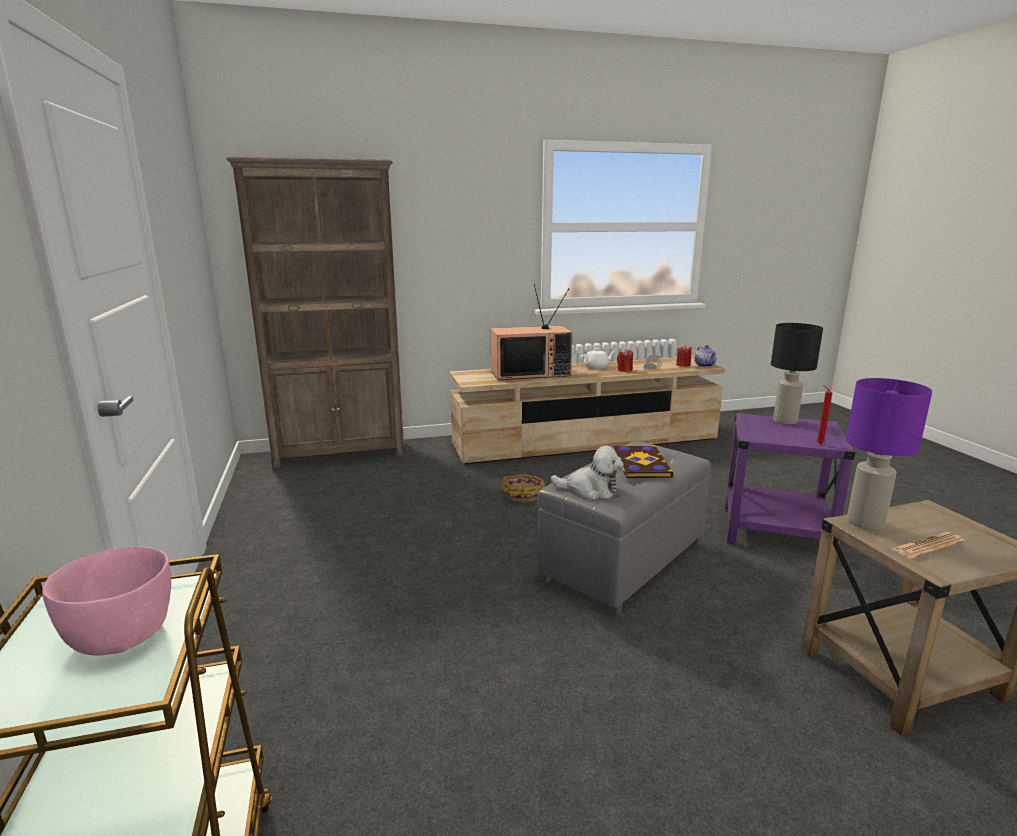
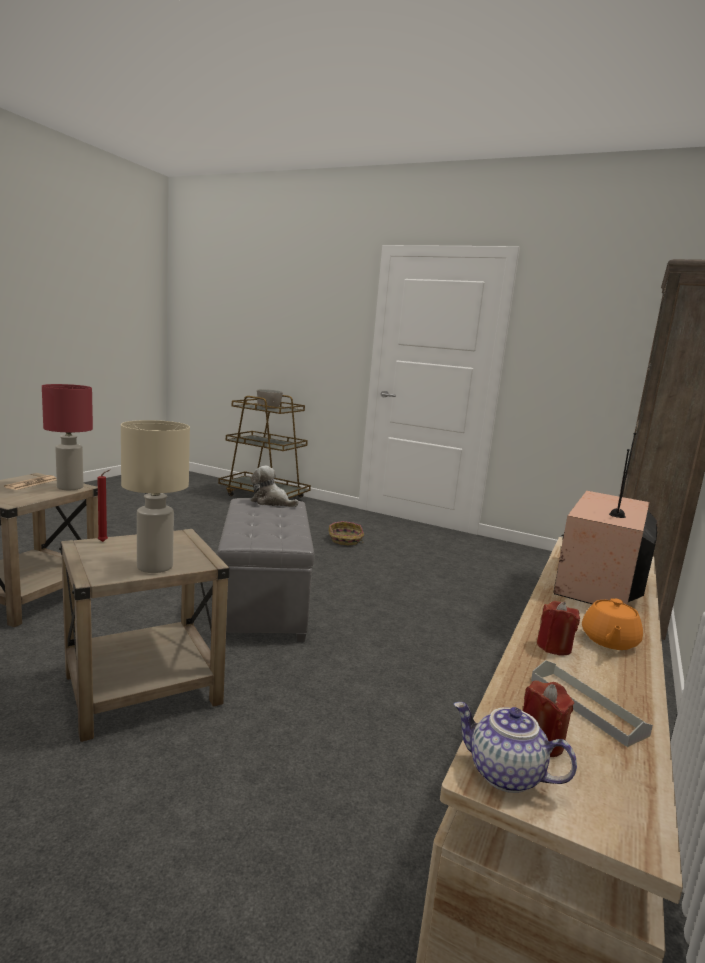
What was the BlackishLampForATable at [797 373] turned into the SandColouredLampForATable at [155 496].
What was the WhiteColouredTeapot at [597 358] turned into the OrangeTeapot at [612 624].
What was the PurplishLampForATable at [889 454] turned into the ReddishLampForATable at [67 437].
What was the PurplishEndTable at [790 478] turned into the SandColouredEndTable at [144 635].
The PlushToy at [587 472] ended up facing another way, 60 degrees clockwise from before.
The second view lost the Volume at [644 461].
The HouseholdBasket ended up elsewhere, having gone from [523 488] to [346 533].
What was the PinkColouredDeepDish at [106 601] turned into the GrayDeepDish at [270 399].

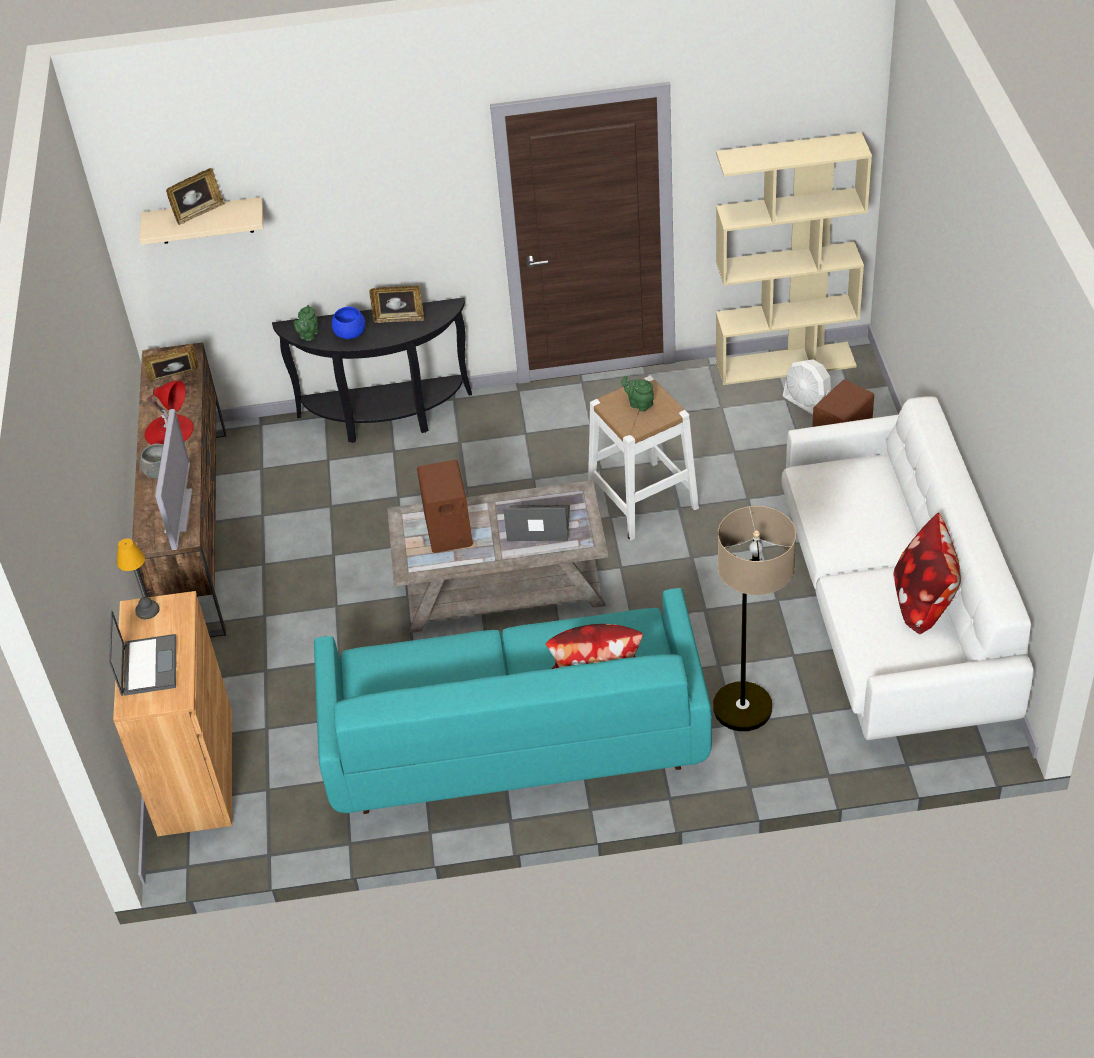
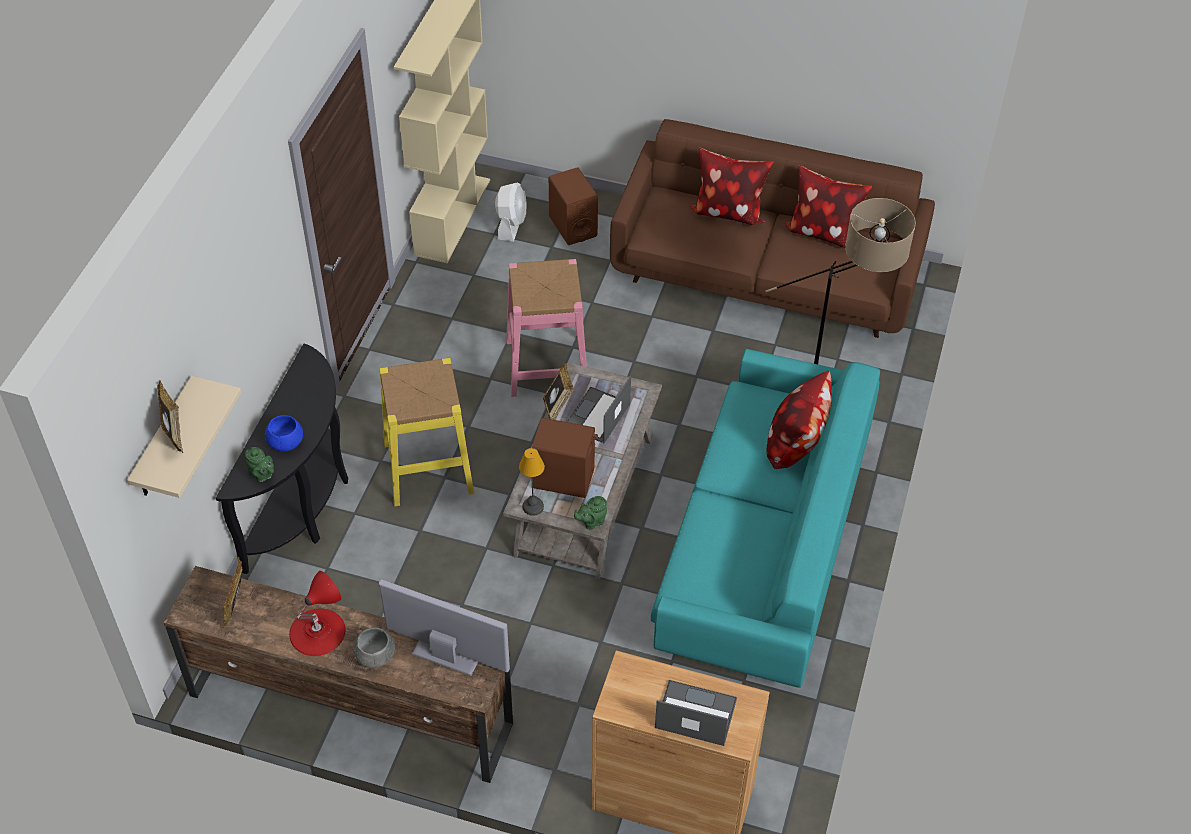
The PictureFrame ended up elsewhere, having gone from [396 304] to [559 391].
The WhiteColouredCoolingFan at [807 387] ended up facing another way, 60 degrees counterclockwise from before.
What was the WhiteColouredStool at [643 458] turned into the PinkColouredStool at [546 328].
The GreenTeapot ended up elsewhere, having gone from [638 393] to [590 512].
What was the WhiteColouredSofa at [907 568] turned into the BrownSofa at [772 228].
The LampForATable ended up elsewhere, having gone from [138 578] to [532 482].
The second view gained the Pillow at [731 186].
The second view gained the YellowStool at [426 432].

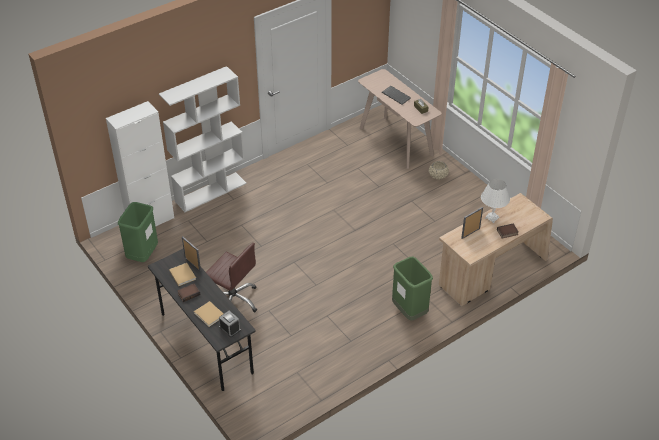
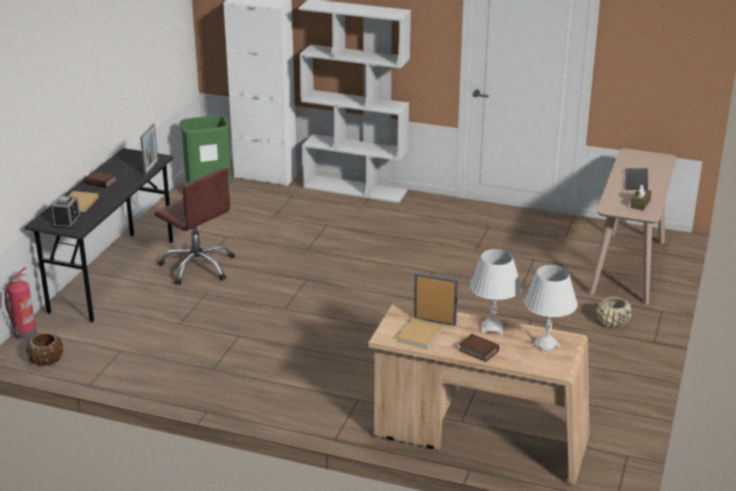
The BrownDeskChair at [231 277] ended up facing another way, 45 degrees counterclockwise from before.
The second view lost the GreenTrashCan at [412 288].
The SandColouredVolume ended up elsewhere, having gone from [182 274] to [420 333].
The second view gained the WhiteColouredLampForATable at [550 309].
The second view gained the FireFightingCylinder at [21 303].
The second view gained the BrownPlantPot at [44 349].

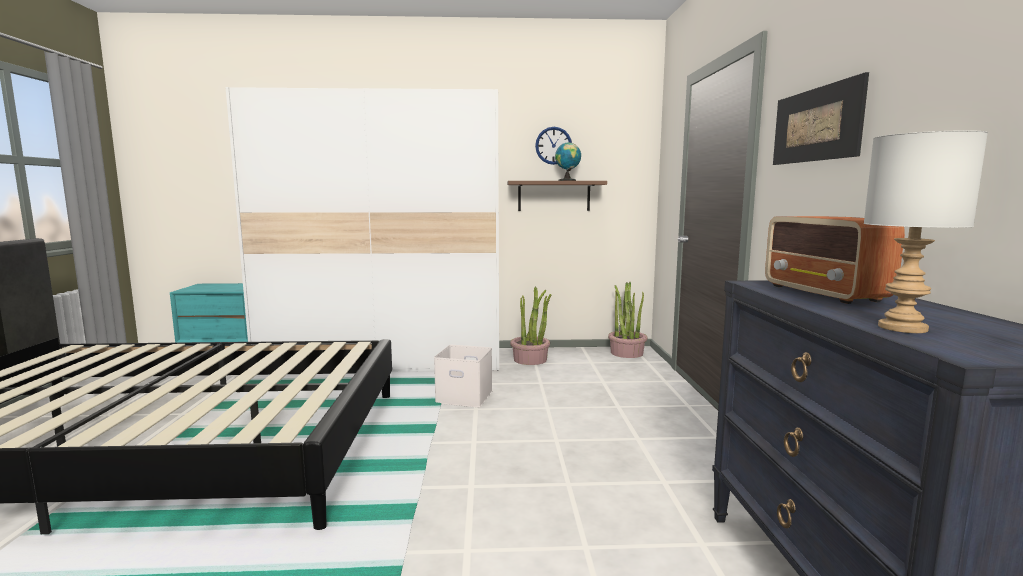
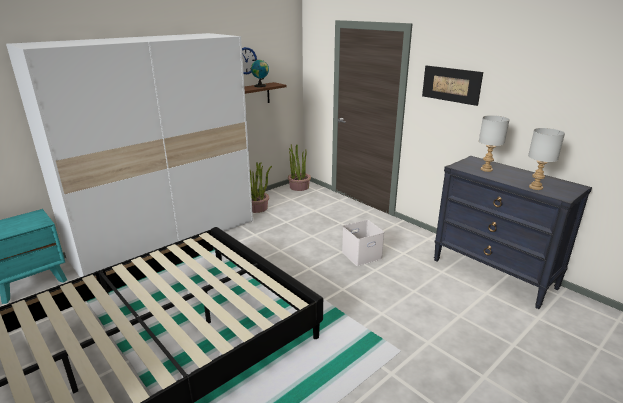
Where the RadioReceiver stood at [835 260], the GrayLampForATable came to stand at [494 143].
The WhiteColouredStorageContainer ended up elsewhere, having gone from [463 376] to [363 243].

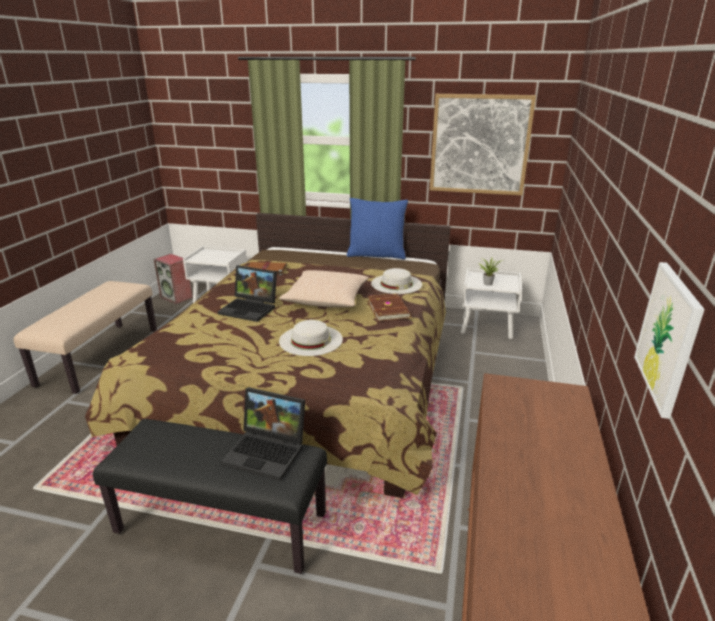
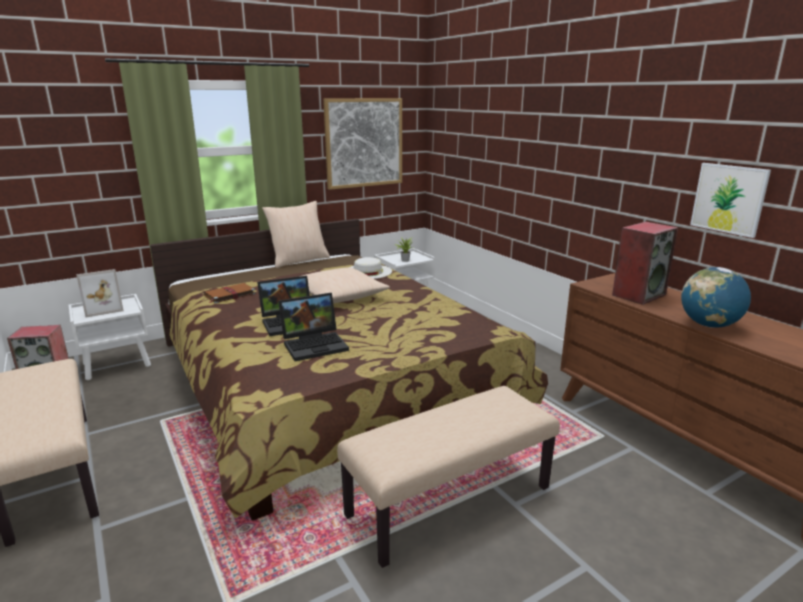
What was the BlueColouredPillow at [377 229] turned into the SandColouredPillow at [296 234].
The second view lost the BrownVolume at [389 307].
The second view lost the WhiteColouredWearableHat at [311 338].
The NotebookComputer ended up elsewhere, having gone from [263 434] to [313 327].
What was the BlackishLongSeat at [210 496] turned into the SandColouredLongSeat at [448 477].
The second view gained the AudioSpeaker at [645 263].
The second view gained the DeskGlobe at [716 297].
The second view gained the PictureFrame at [100 293].

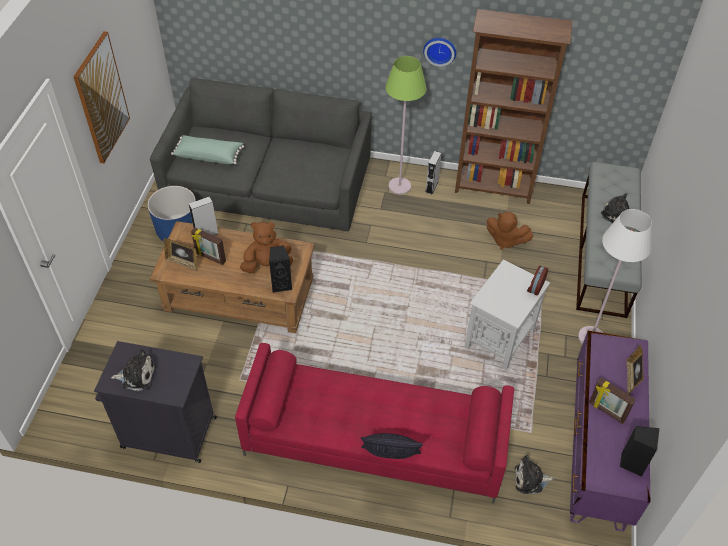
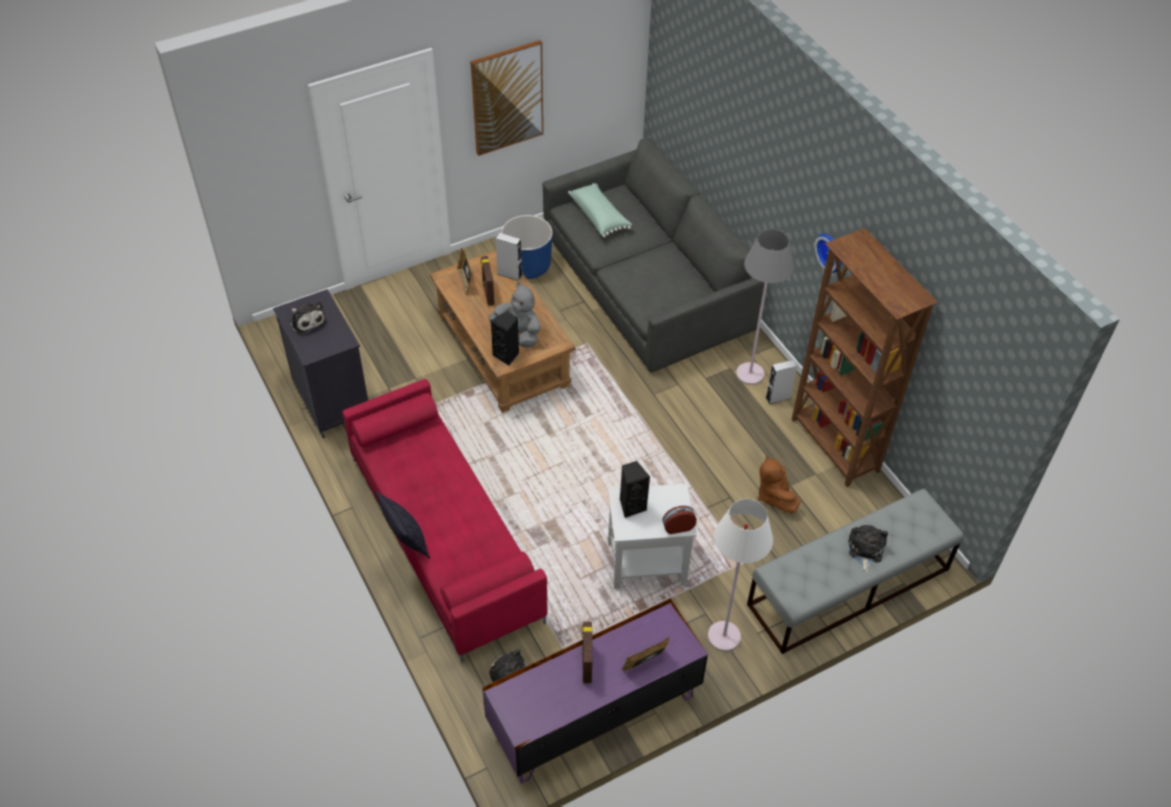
What was the GreenFloorLamp at [406 125] turned into the GrayFloorLamp at [765 307].
What was the BrownPlushToy at [266 247] turned into the GrayPlushToy at [515 315].
The BlackishAudioSpeaker ended up elsewhere, having gone from [640 451] to [635 489].

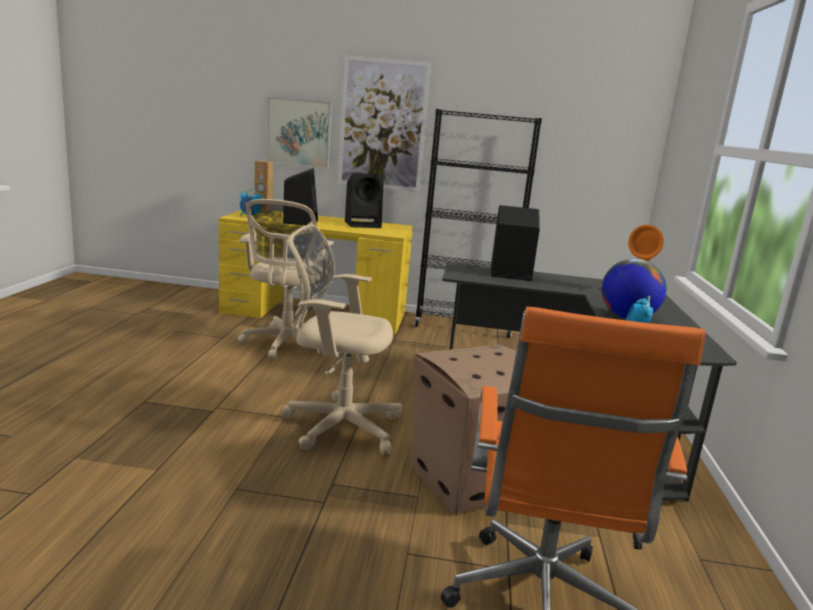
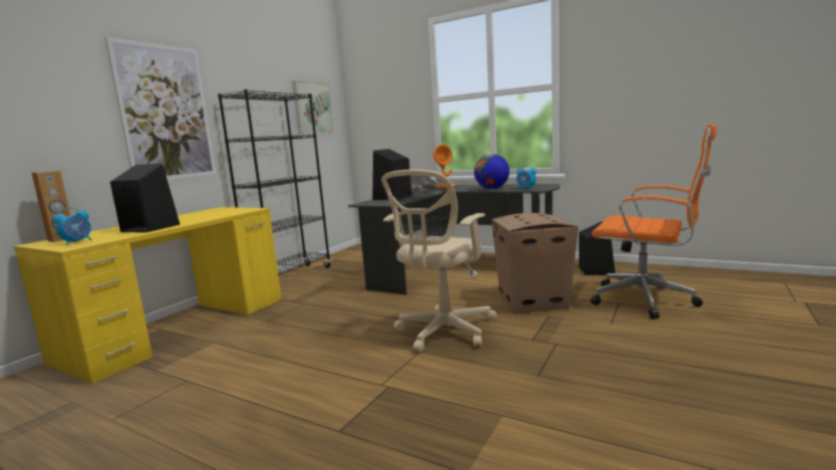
The WallArt ended up elsewhere, having gone from [299 133] to [313 107].
The BlackishAudioSpeaker ended up elsewhere, having gone from [364 200] to [597 248].
The second view lost the SandColouredDeskChair at [286 279].

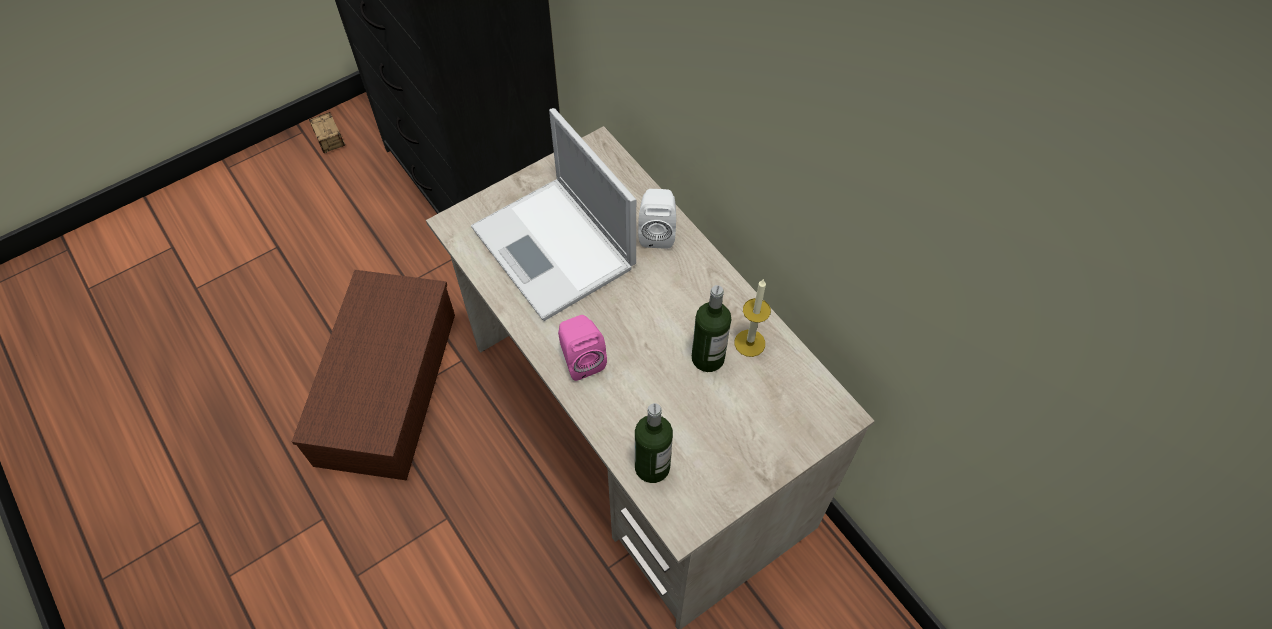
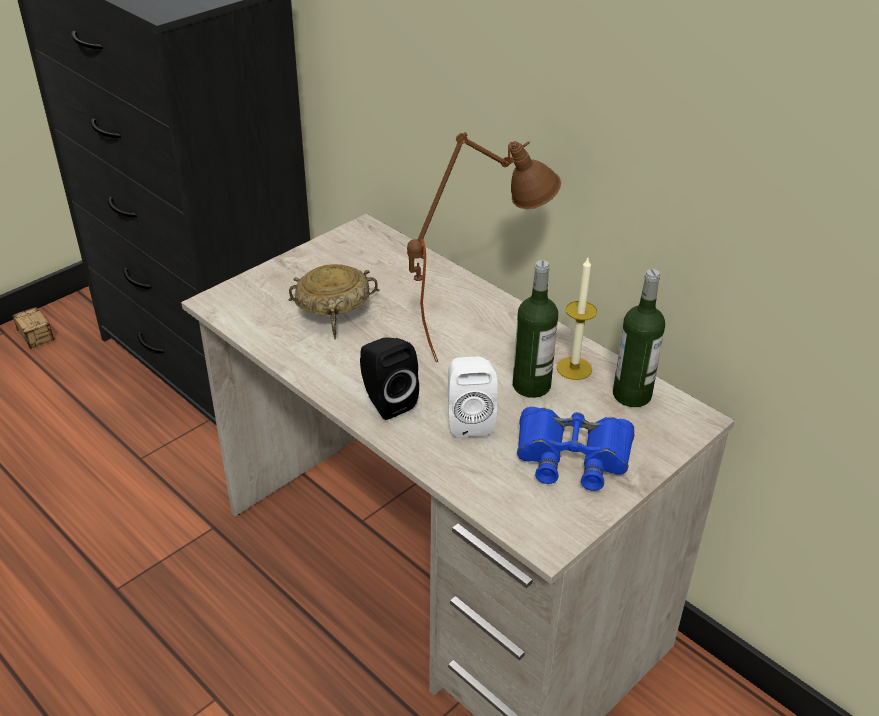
Where the NotebookComputer stood at [553 214], the SandColouredDeepDish came to stand at [334 302].
The WhiteColouredAudioSpeaker ended up elsewhere, having gone from [657 219] to [473 397].
The second view lost the BrownStorageContainer at [373 375].
What was the PinkColouredAudioSpeaker at [582 348] turned into the BlackishAudioSpeaker at [389 378].
The DrinkBottle ended up elsewhere, having gone from [654 443] to [639 338].
The second view gained the BrownLampForATable at [484 247].
The second view gained the BlueColouredPairOfBinoculars at [575 449].

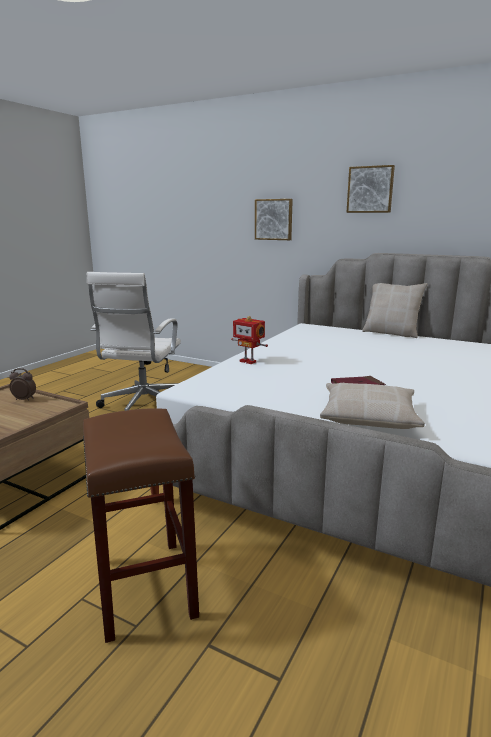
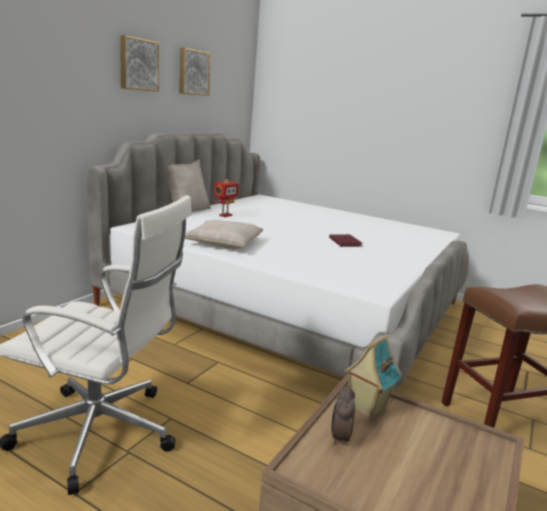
The WallArt ended up elsewhere, having gone from [274 219] to [195 71].
The ToyRobot ended up elsewhere, having gone from [249 340] to [226 198].
The SandColouredPillow ended up elsewhere, having gone from [372 406] to [223 234].
The second view gained the ToyHouse at [373 376].

